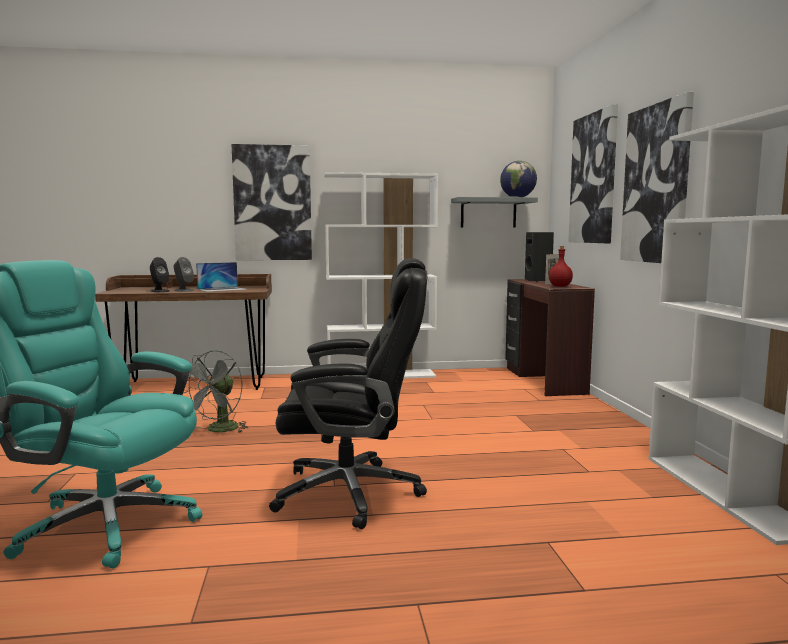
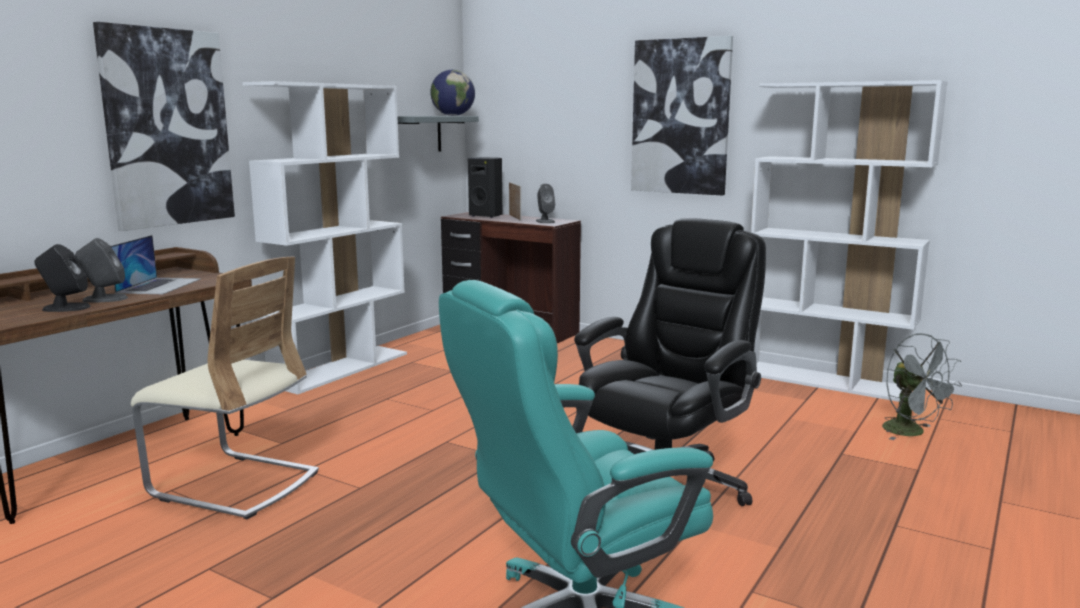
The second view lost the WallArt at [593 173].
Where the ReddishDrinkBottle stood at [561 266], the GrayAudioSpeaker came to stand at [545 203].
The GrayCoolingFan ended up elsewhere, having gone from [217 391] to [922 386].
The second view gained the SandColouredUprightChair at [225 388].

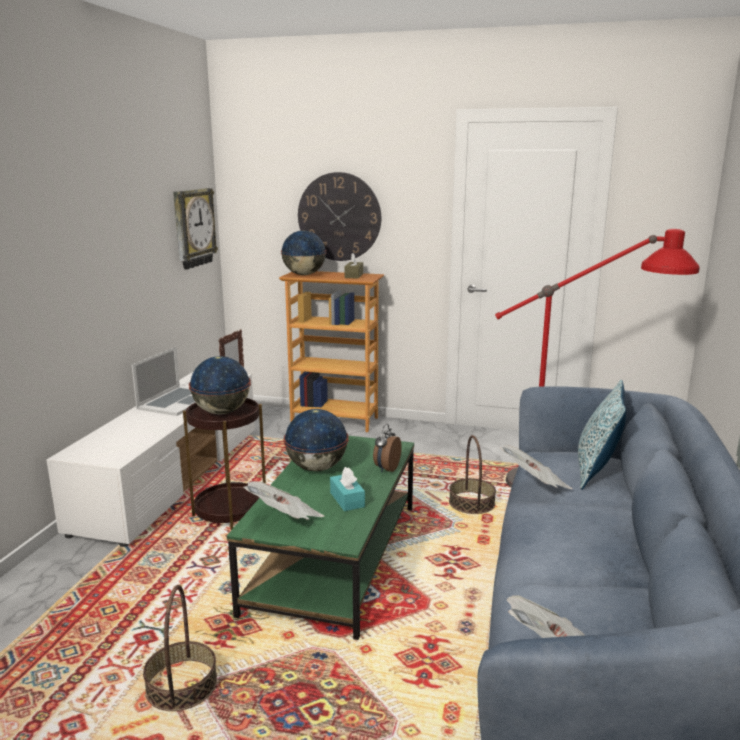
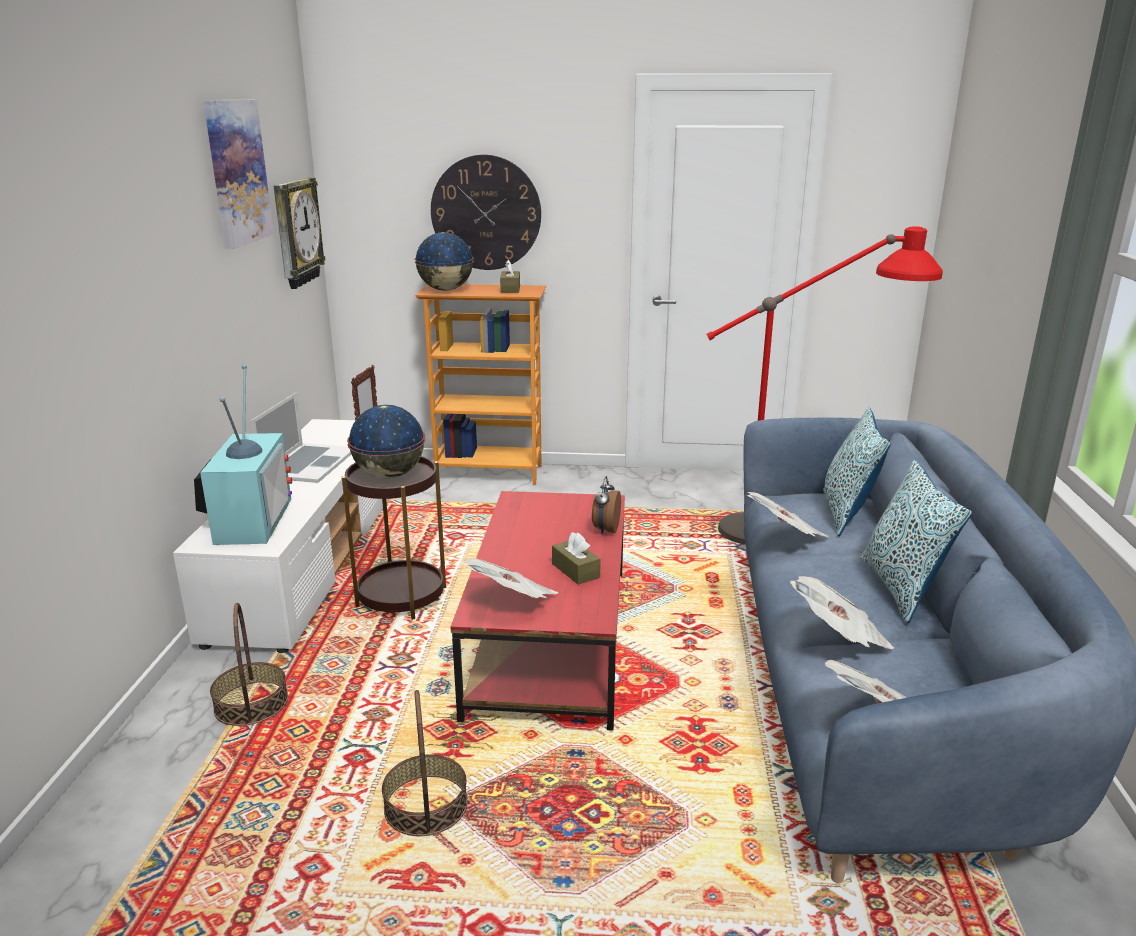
The second view lost the DeskGlobe at [316 440].
The HouseholdBasket ended up elsewhere, having gone from [472 474] to [249 664].
What was the GreenCoffeeTable at [320 538] turned into the ReddishCoffeeTable at [538 611].
What was the TurquoiseColouredBoxOfTissues at [347 489] turned into the BrownBoxOfTissues at [576 558].
The second view gained the WallArt at [238 174].
The second view gained the Television at [243 454].
The second view gained the Pillow at [916 541].
The second view gained the DailyPaper at [842 612].

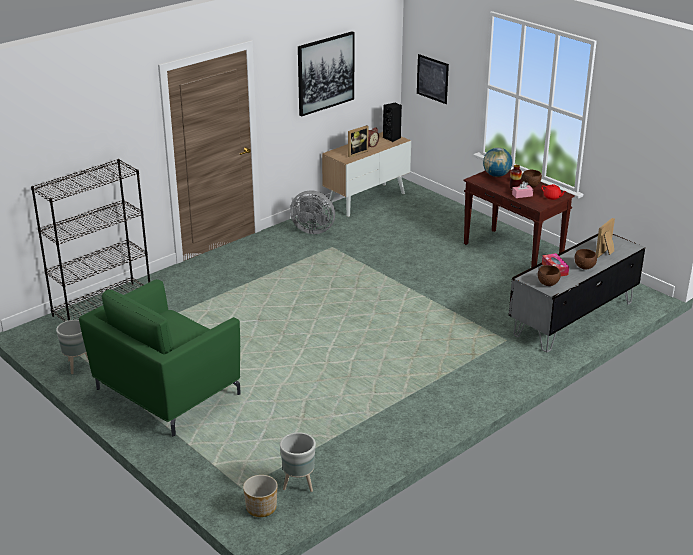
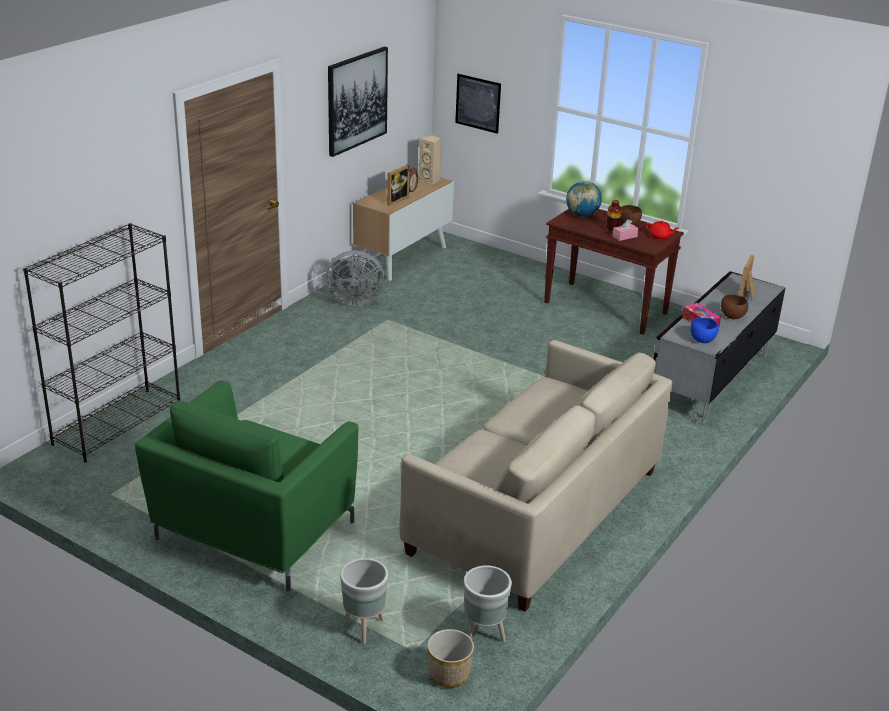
What was the BlackishAudioSpeaker at [392 122] turned into the SandColouredAudioSpeaker at [430 159].
What was the BrownDeepDish at [549 275] turned into the BlueColouredDeepDish at [704 330].
The GrayPlantPot ended up elsewhere, having gone from [72 347] to [364 601].
The second view gained the SandColouredSofa at [535 476].

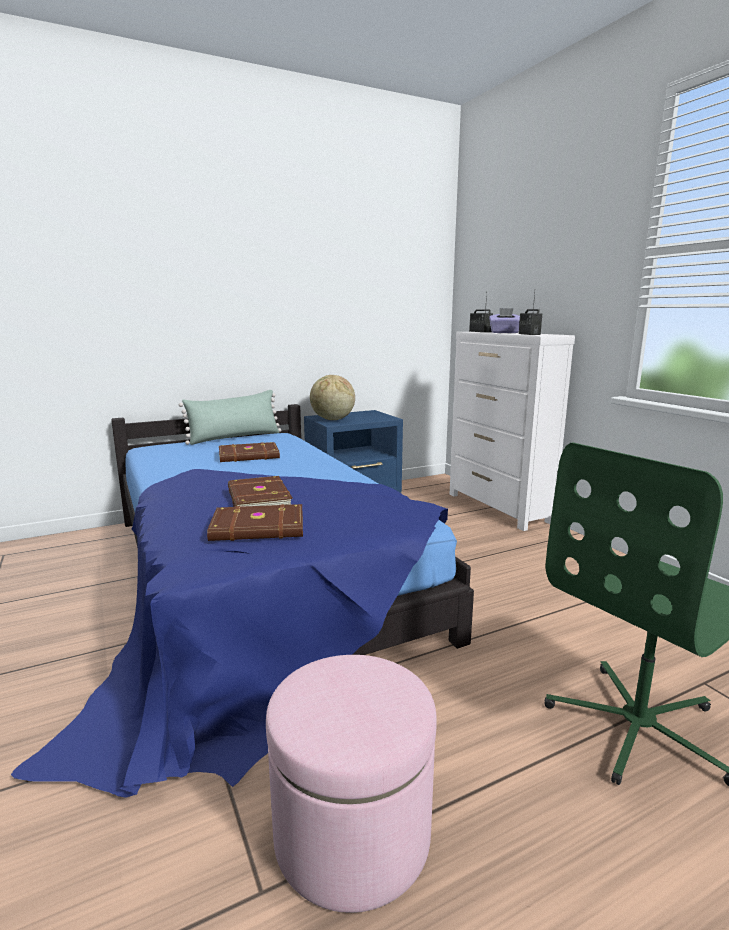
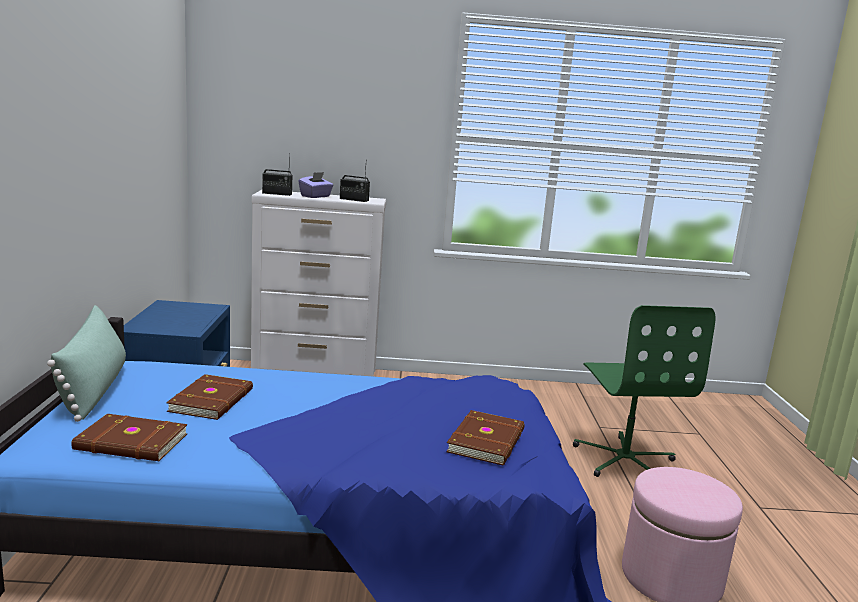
The second view lost the DeskGlobe at [332 397].
The BrownVolume ended up elsewhere, having gone from [260 491] to [129 437].

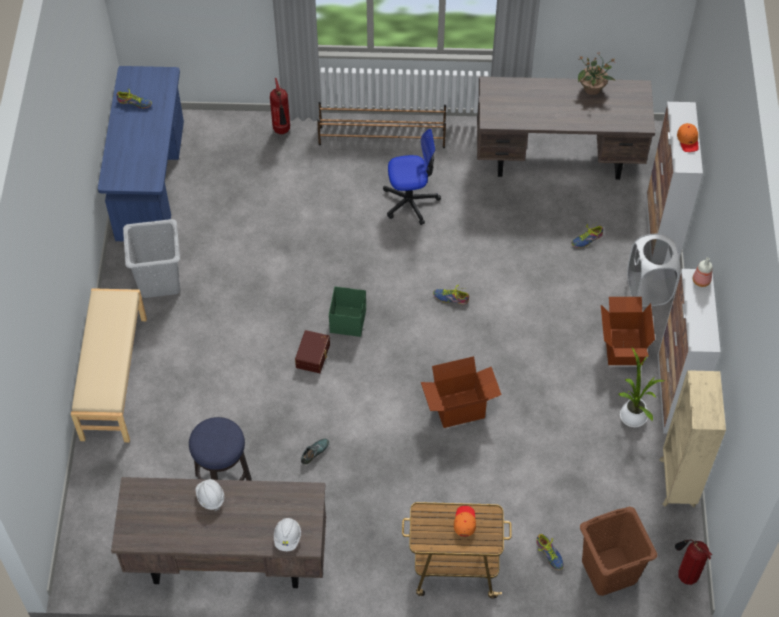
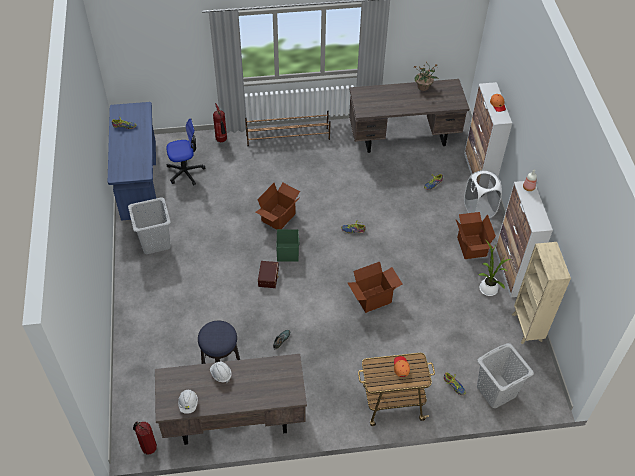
The DeskChair ended up elsewhere, having gone from [412 177] to [185 151].
The second view lost the SandColouredLongSeat at [109 365].
What was the BrownWashingBasket at [618 551] turned into the GrayWashingBasket at [505 375].
The WhiteColouredWorkHelmet ended up elsewhere, having gone from [287 534] to [188 402].
The FireFightingCylinder ended up elsewhere, having gone from [693 562] to [145 438].
The second view gained the Carton at [278 206].

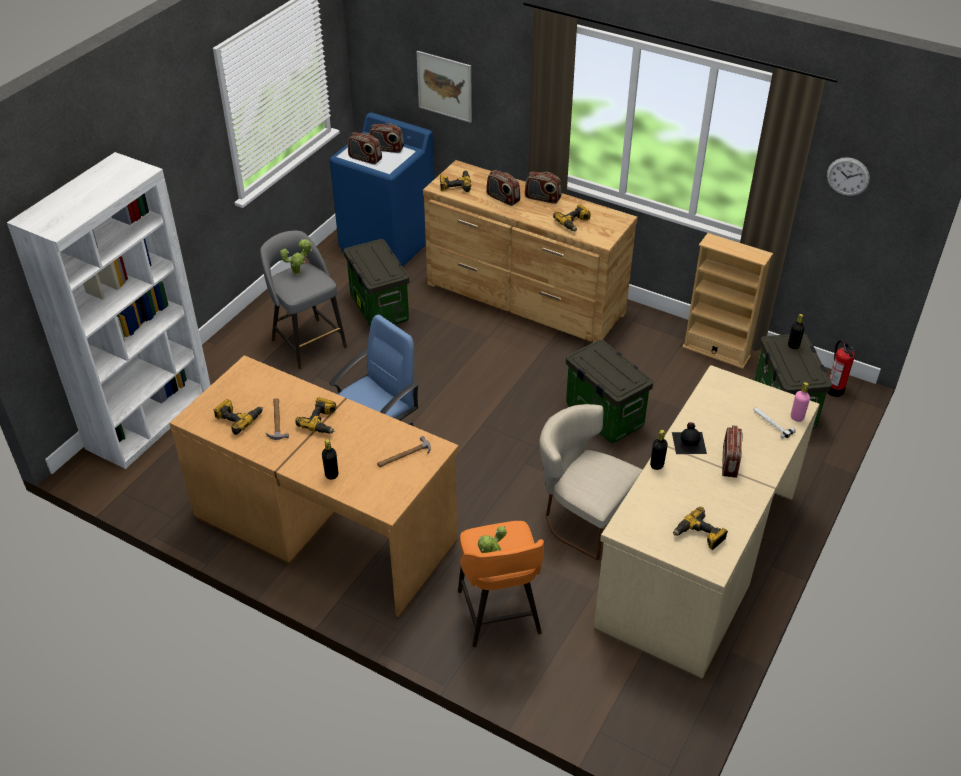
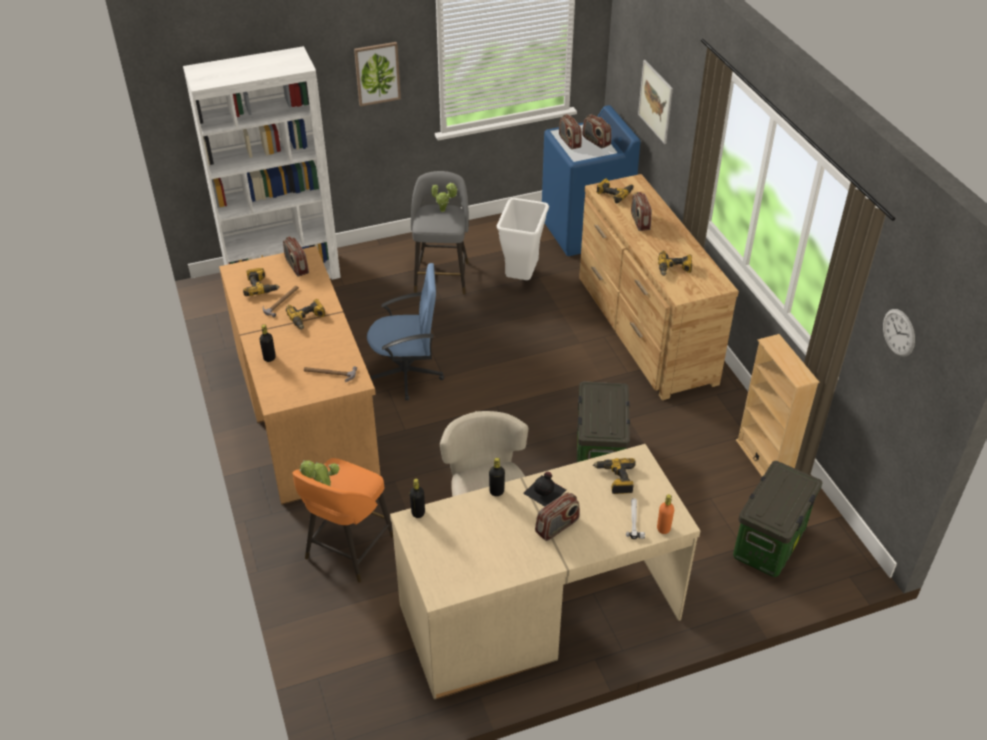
The RadioReceiver ended up elsewhere, having gone from [543 188] to [296 256].
Where the StorageContainer stood at [376 282], the WhiteColouredTrashCan came to stand at [523 239].
The BlackishDrinkBottle ended up elsewhere, having gone from [796 331] to [417 498].
The second view lost the FireFightingCylinder at [841 368].
What was the PinkColouredDrinkBottle at [800 402] turned into the OrangeDrinkBottle at [665 514].
The Drill ended up elsewhere, having gone from [700 528] to [614 476].
The second view gained the WallArt at [377 74].

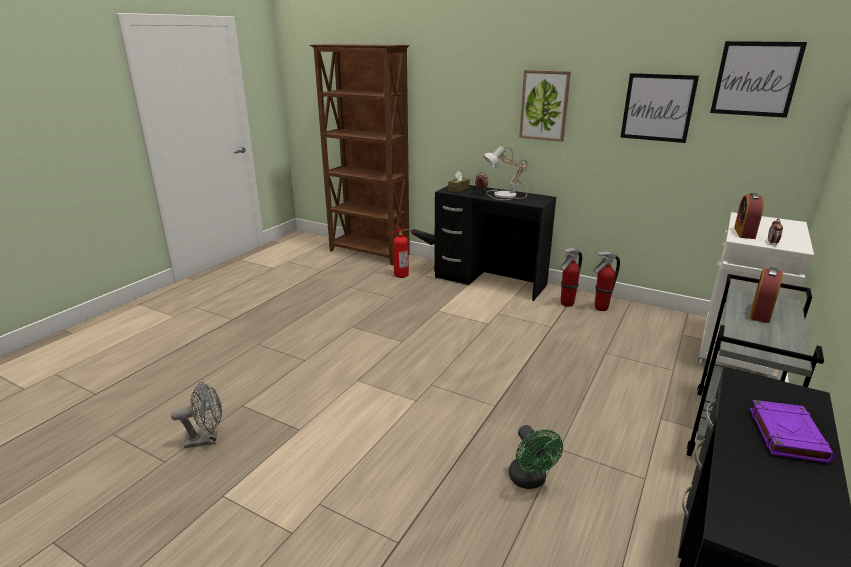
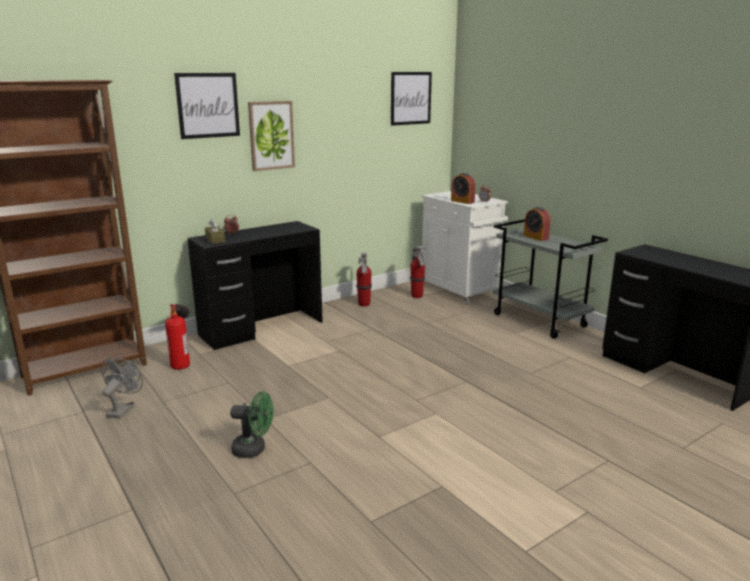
The WallArt ended up elsewhere, having gone from [659 108] to [207 106].
The second view lost the LampForATable at [505 173].
The FireFightingCylinder ended up elsewhere, having gone from [571 277] to [418 272].
The GrayCoolingFan ended up elsewhere, having gone from [196 415] to [122 388].
The second view lost the PurplishVolume at [792 431].
The GreenCoolingFan ended up elsewhere, having gone from [536 457] to [251 425].

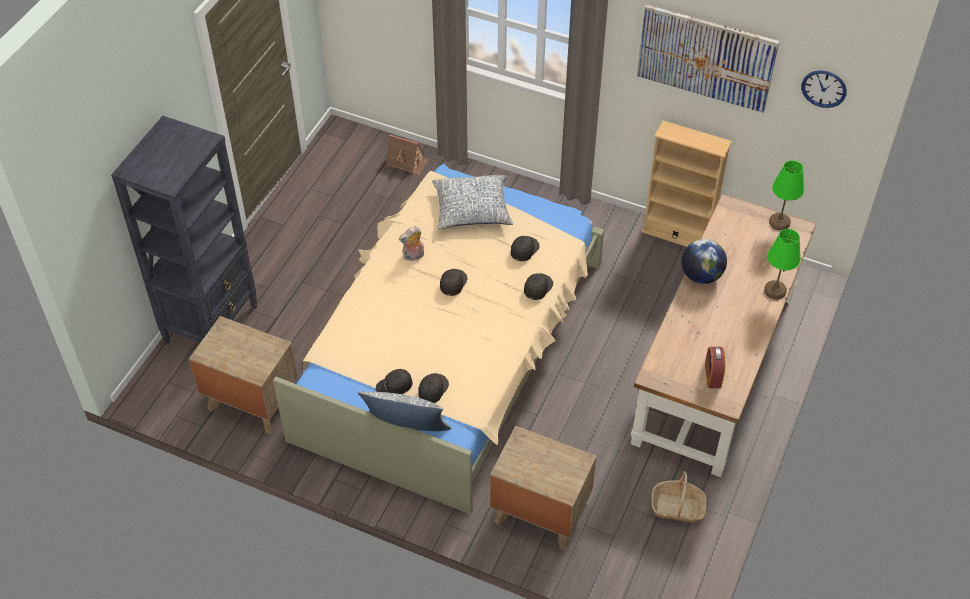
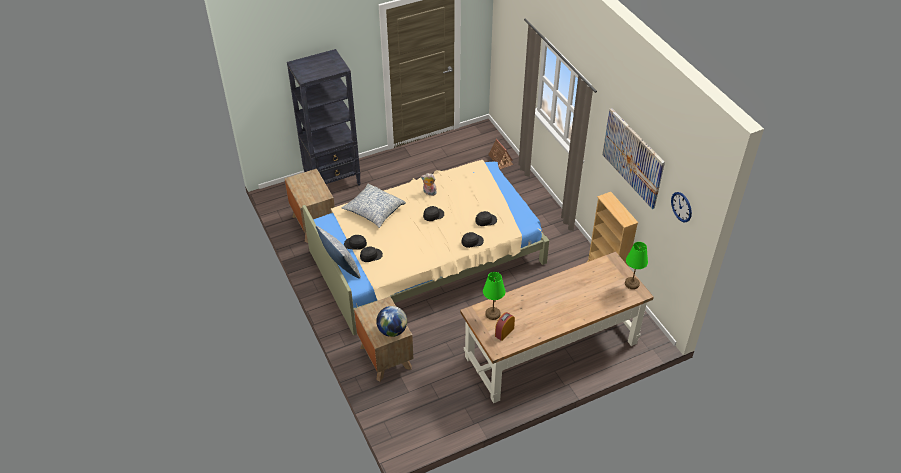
The Pillow ended up elsewhere, having gone from [472 202] to [374 206].
The GreenLampForATable ended up elsewhere, having gone from [782 264] to [494 296].
The DeskGlobe ended up elsewhere, having gone from [704 261] to [391 321].
The second view lost the HouseholdBasket at [679 497].

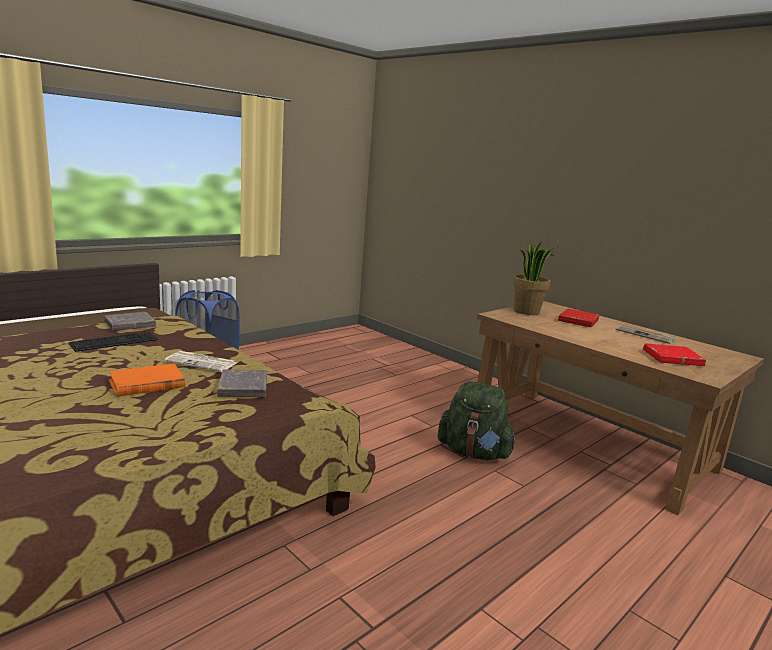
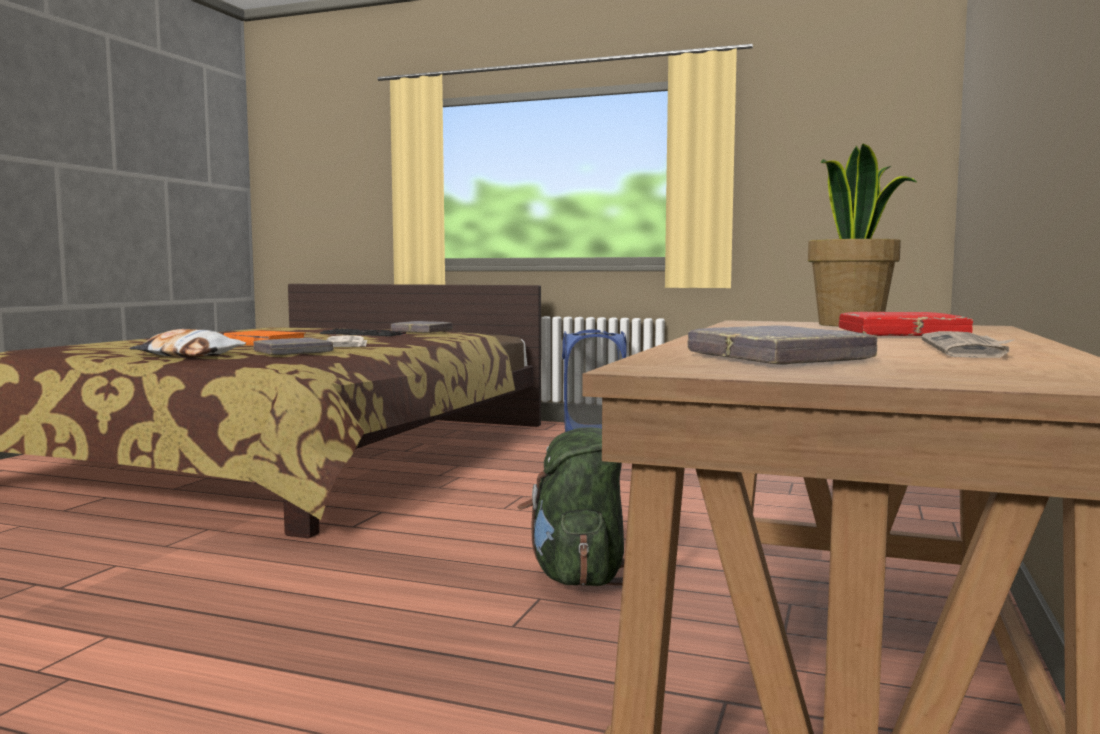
What was the ReddishVolume at [674 355] turned into the GrayVolume at [782 345].
The second view gained the Pillow at [187 343].

